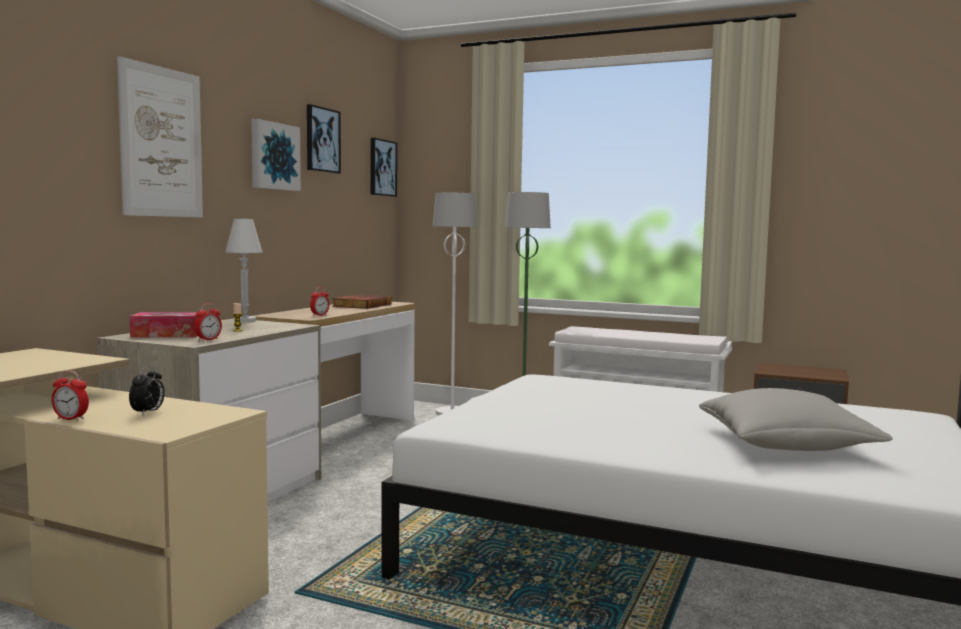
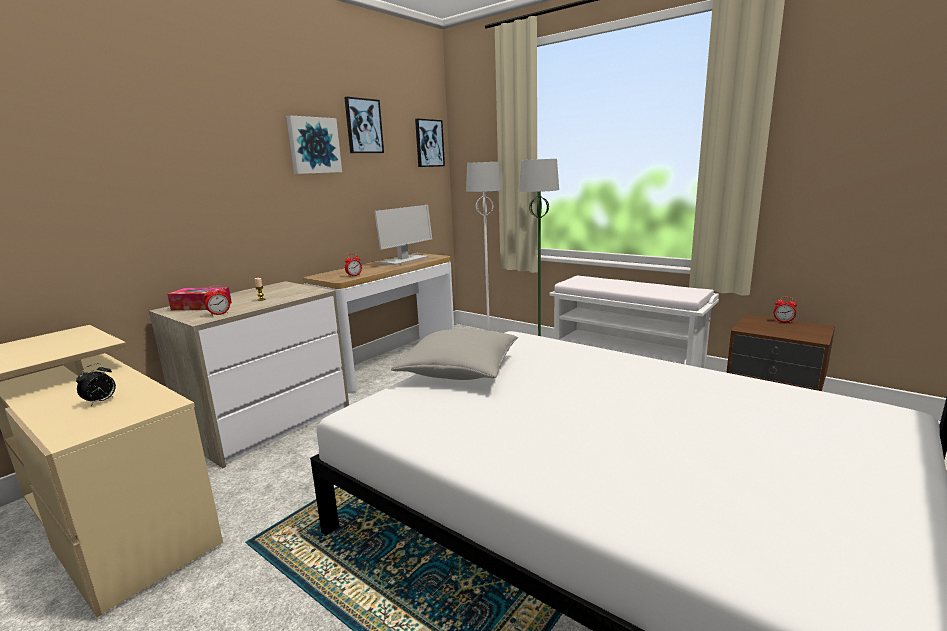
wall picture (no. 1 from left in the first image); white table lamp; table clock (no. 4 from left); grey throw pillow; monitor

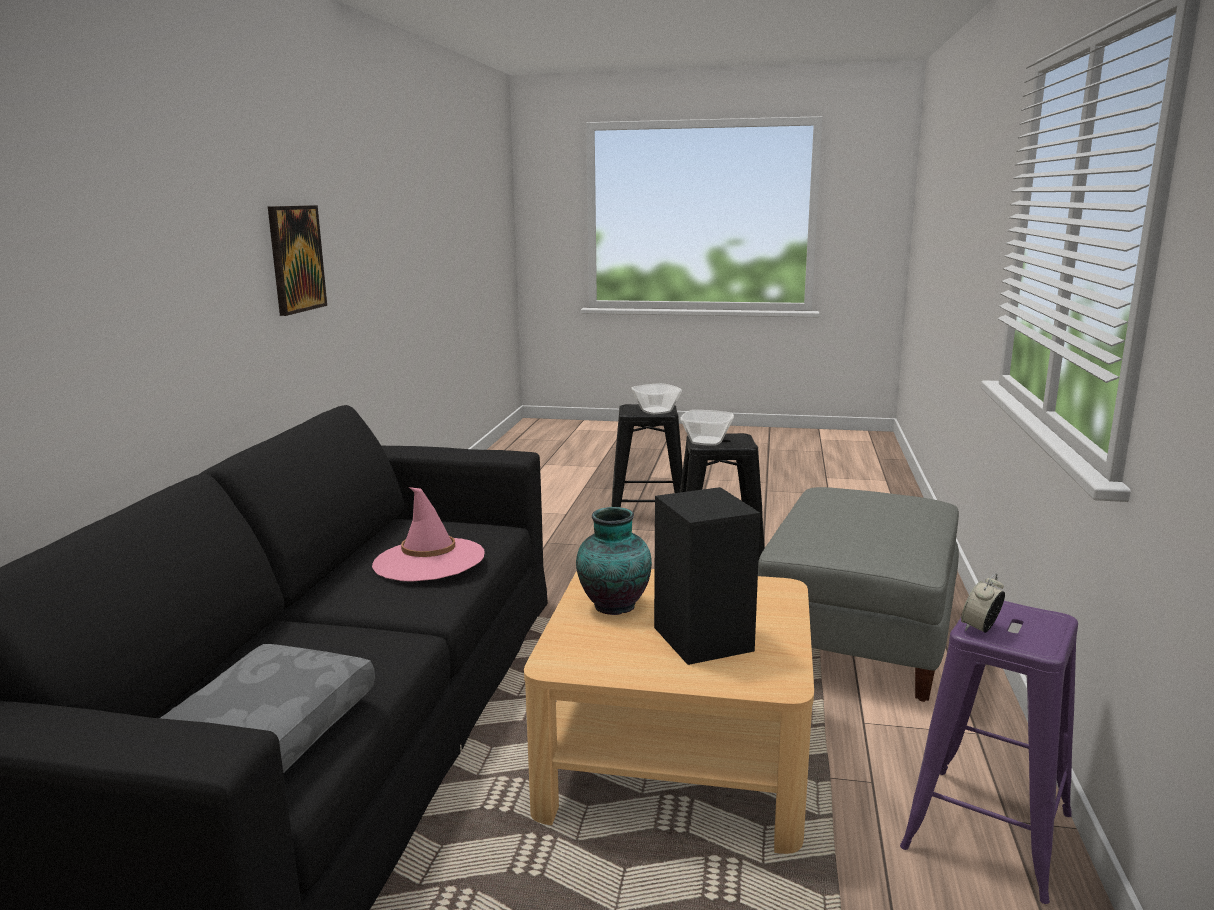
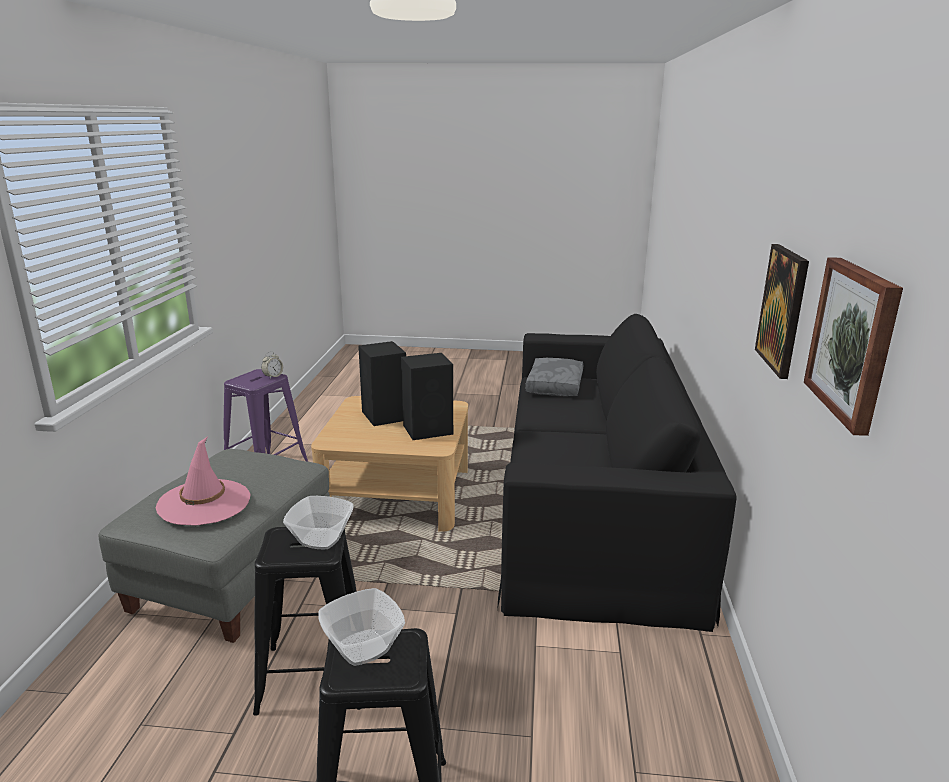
wall picture (no. 2 from left); pinkish clothing hat; black-coloured audio speaker (no. 2 from left)

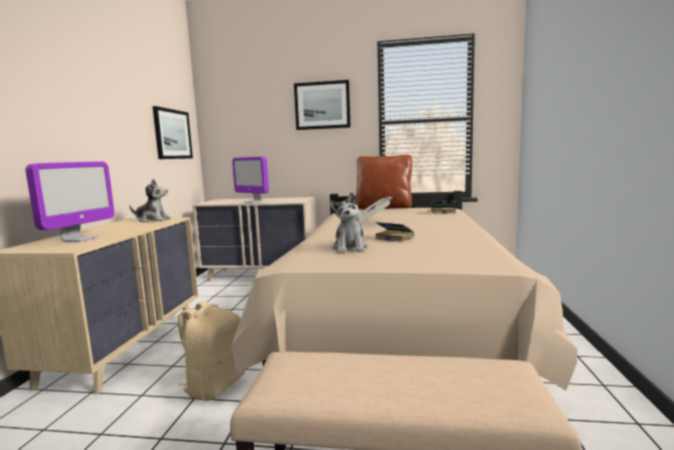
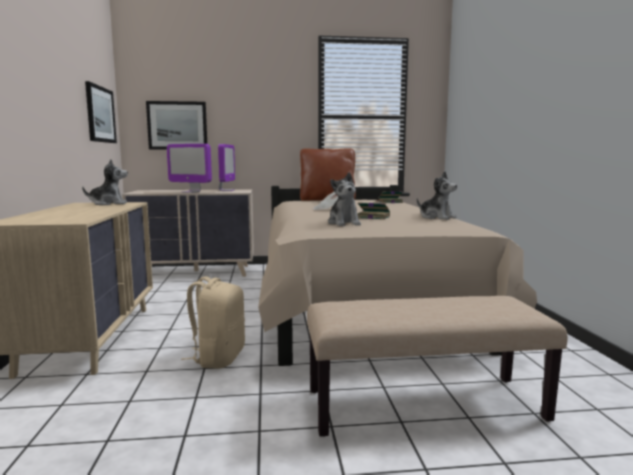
cuddly toy (no. 3 from left); monitor (no. 2 from left); wall picture (no. 2 from left)

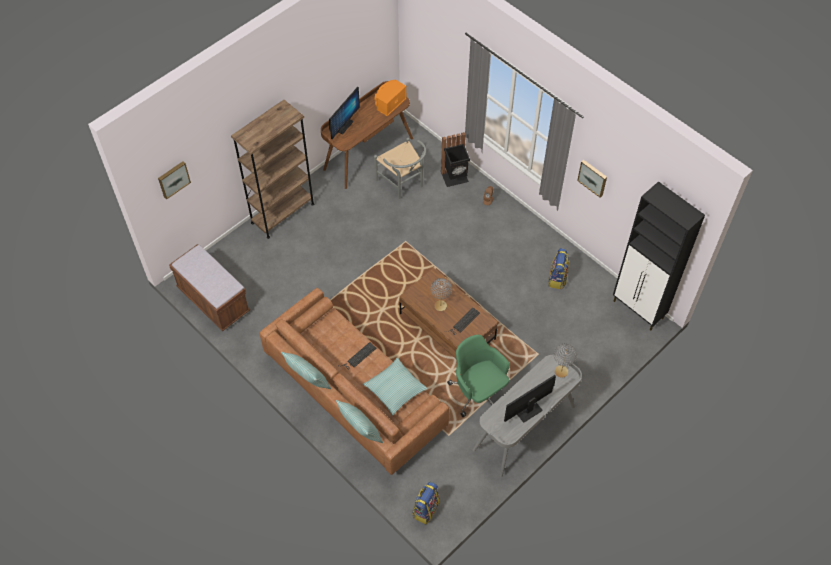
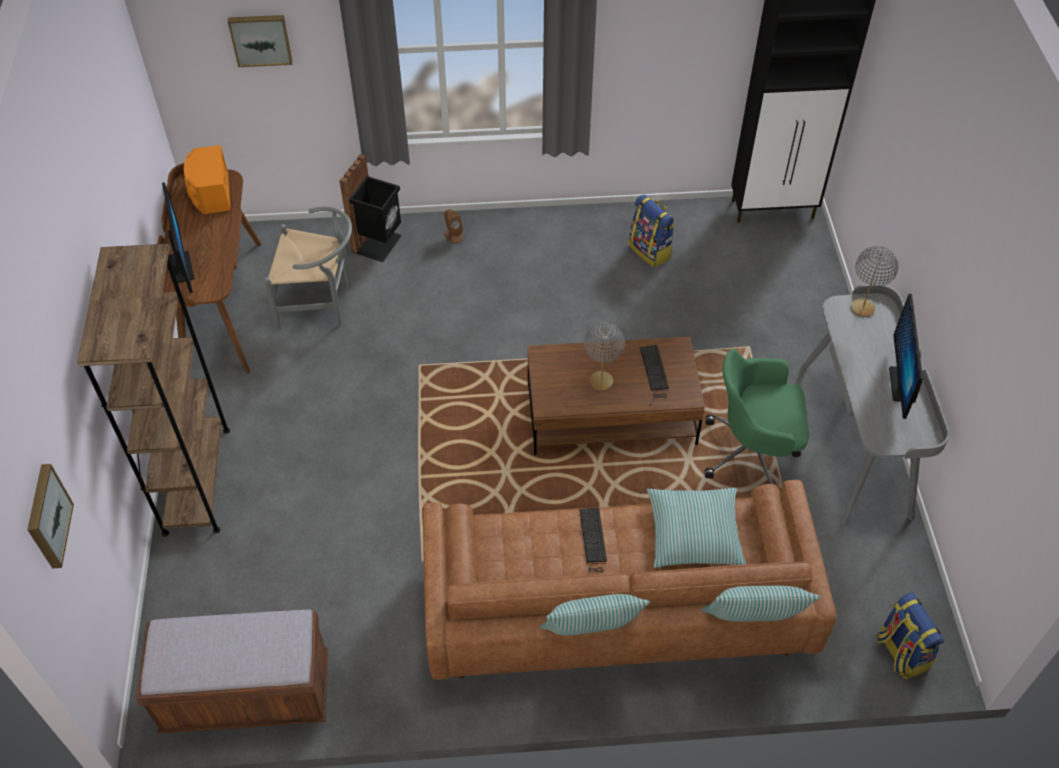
wall picture (no. 2 from left)

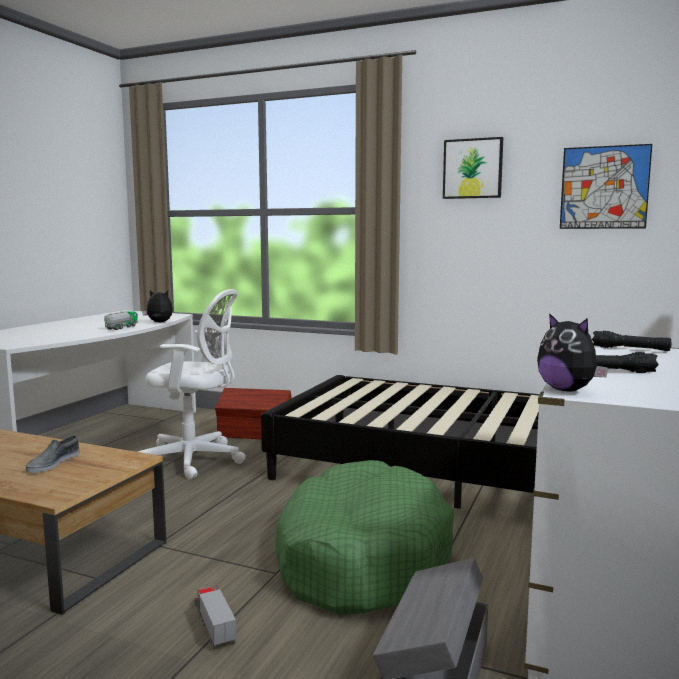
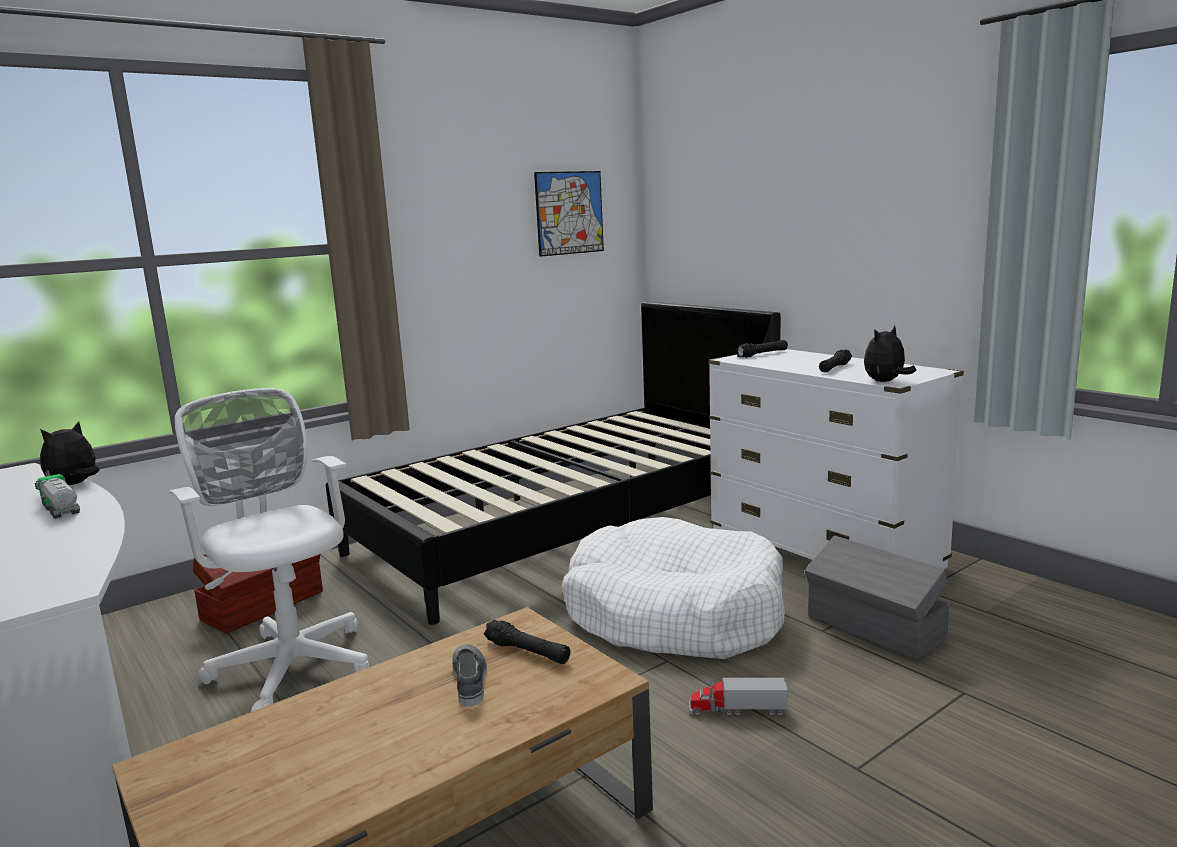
wall picture (no. 1 from left in the first image); black-coloured torch (no. 1 from left); white dog cushion; grey low shoe; white desk chair; cuddly toy (no. 2 from left)

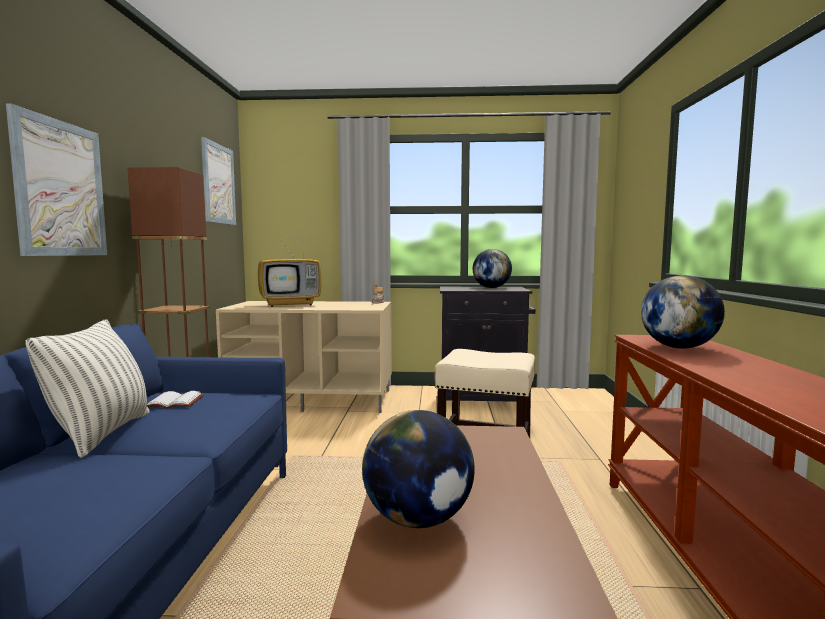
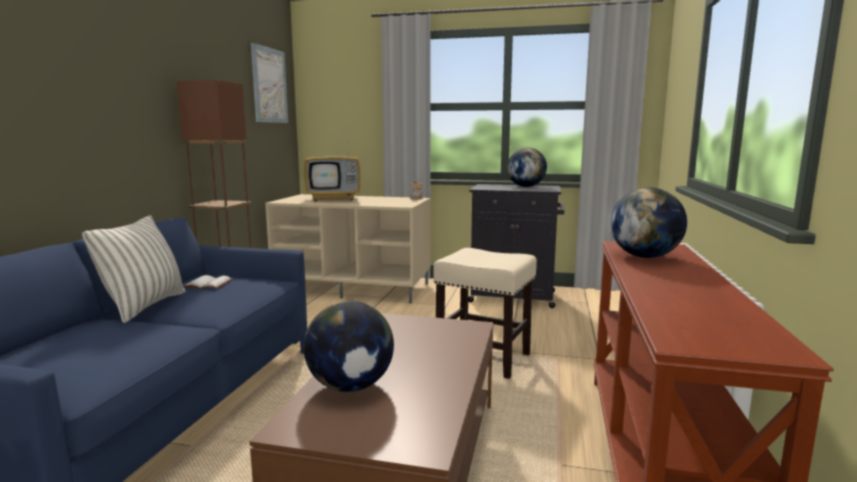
wall picture (no. 1 from left in the first image)

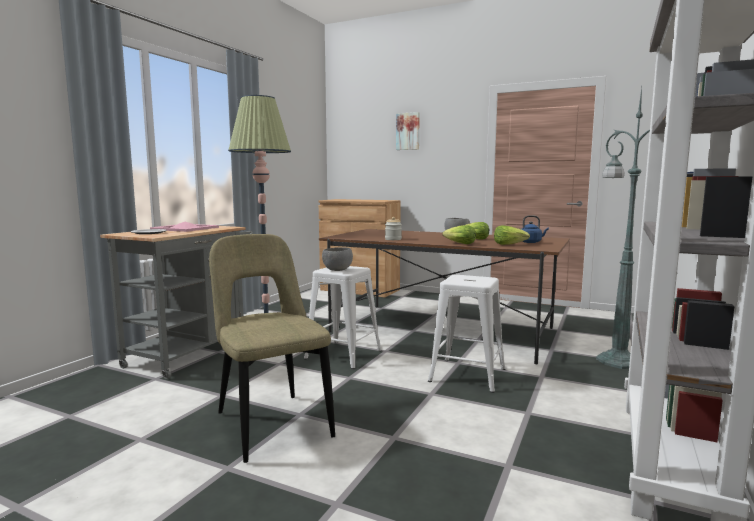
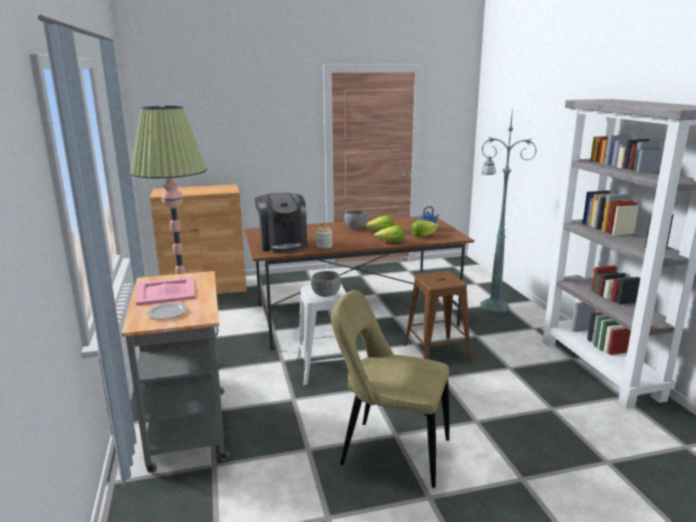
wall picture; coffee machine; brownish stool

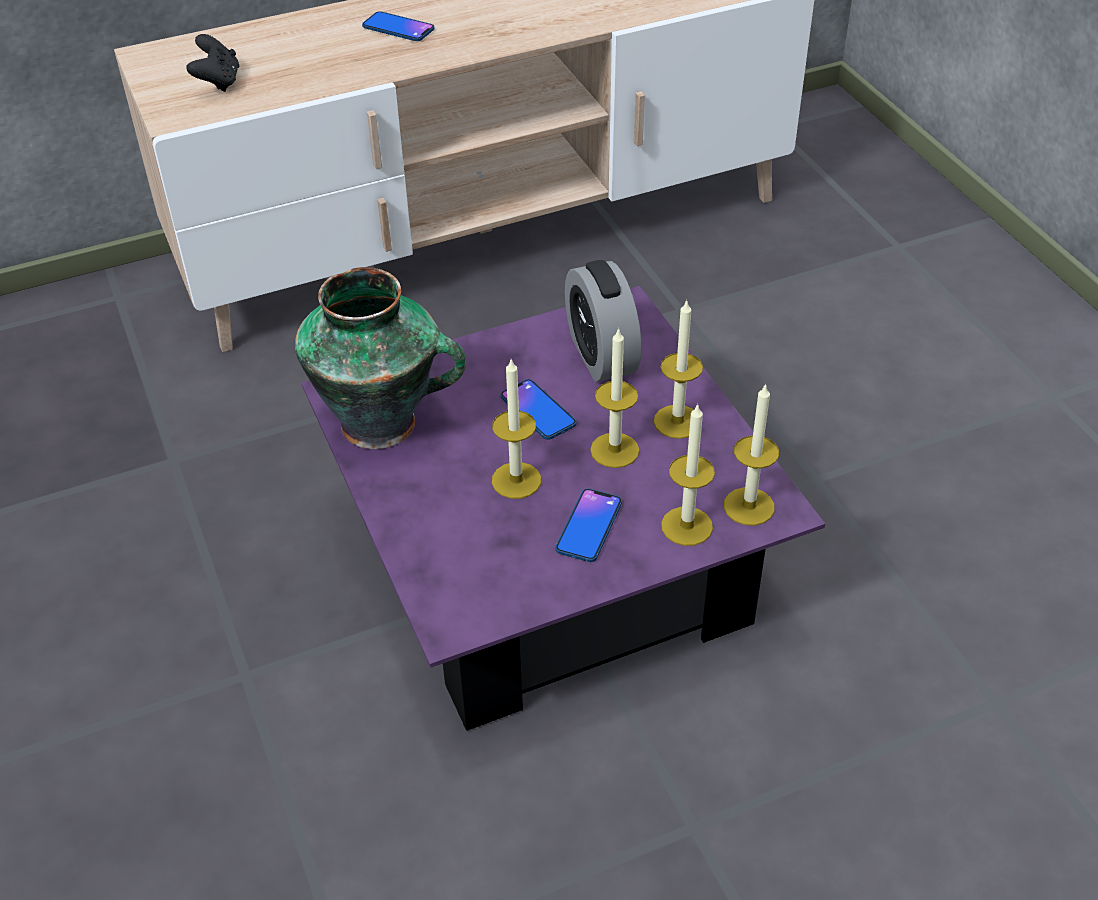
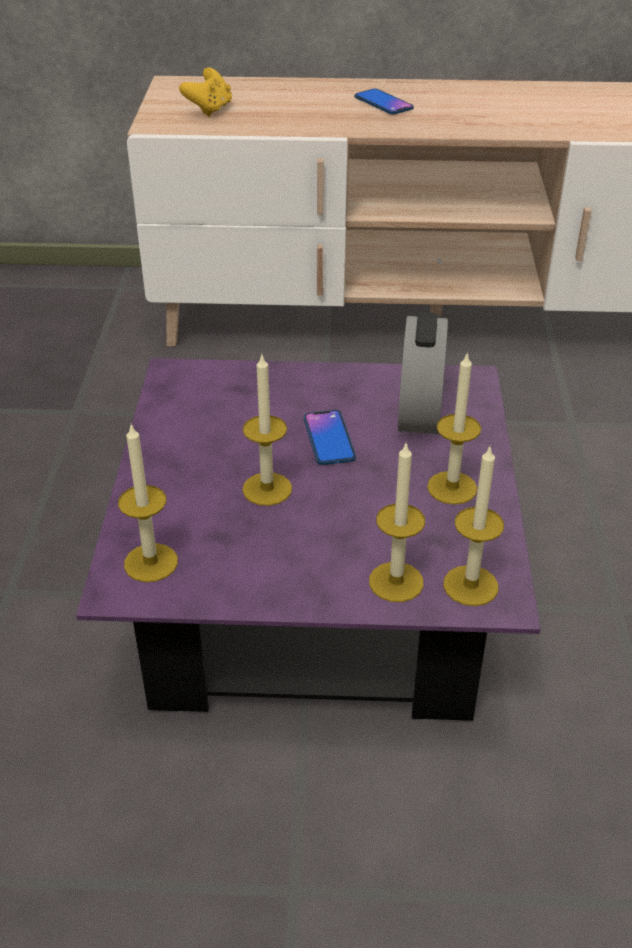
vase; handset (no. 3 from left in the first image); wax candle (no. 1 from left); yellow gamepad

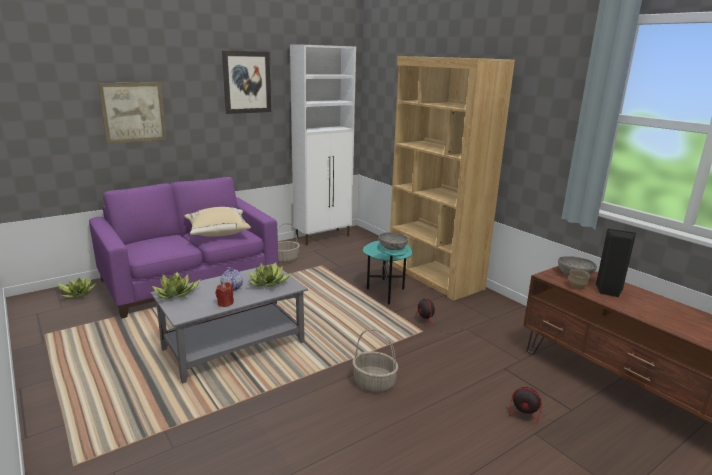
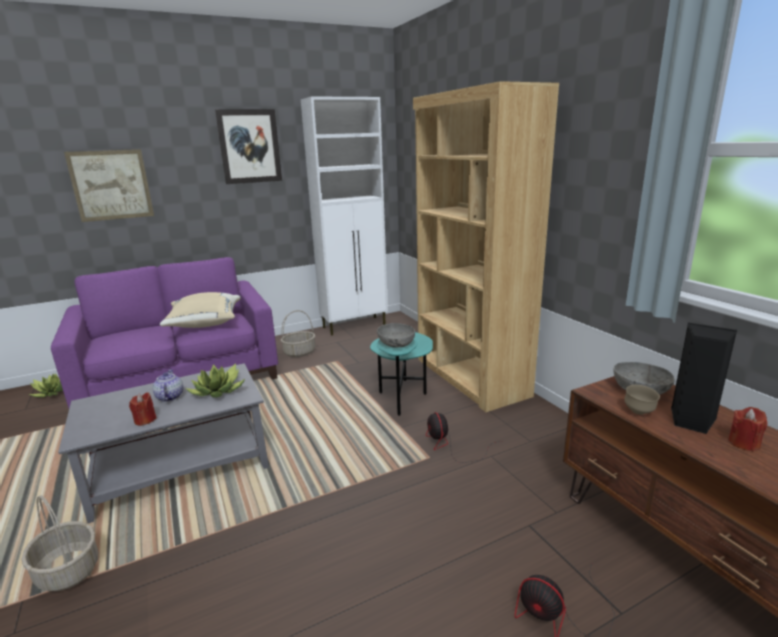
plant in a pot (no. 2 from left in the first image); red-coloured wax candle (no. 2 from left); basket (no. 1 from left)

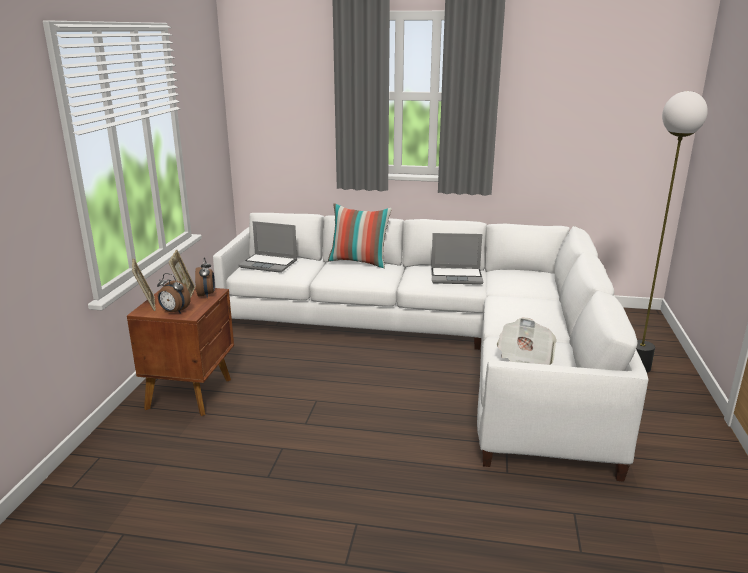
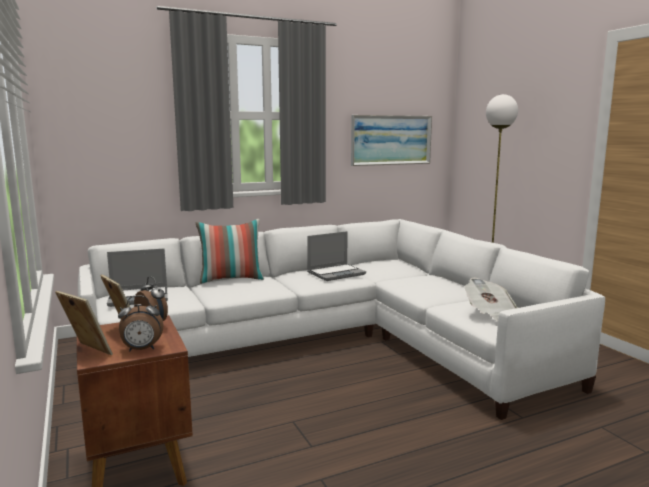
wall picture

